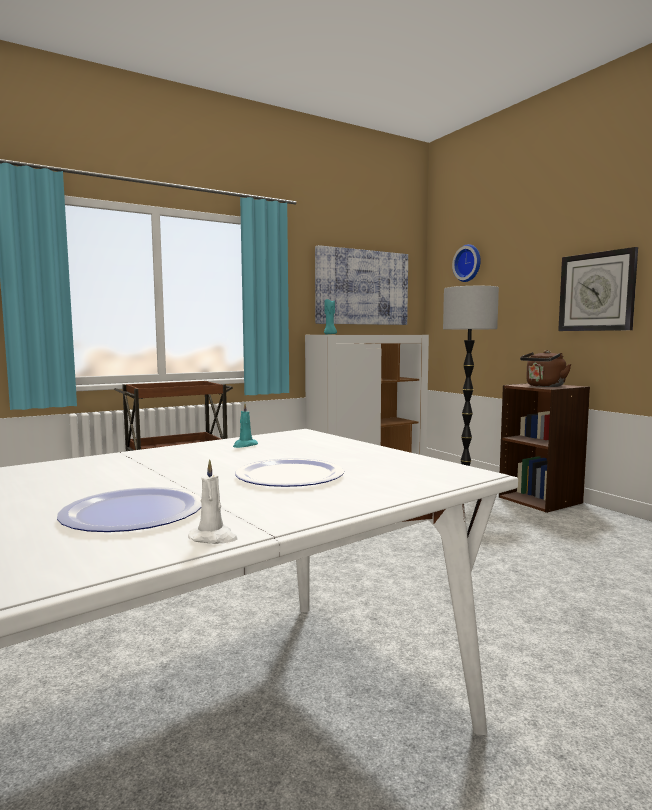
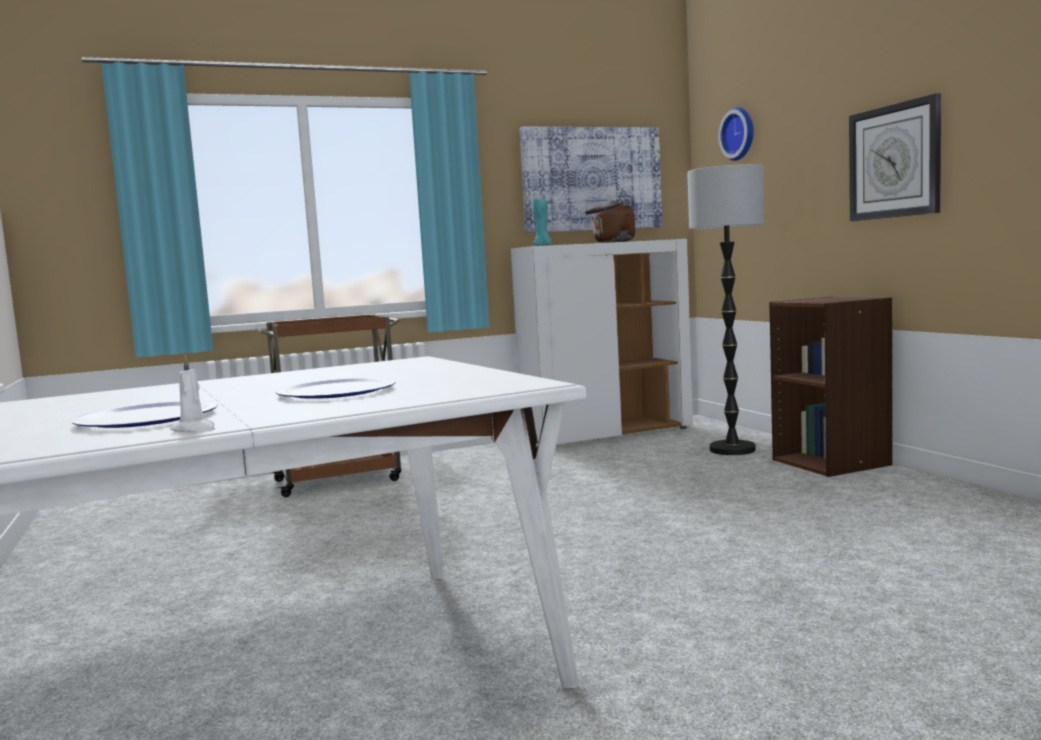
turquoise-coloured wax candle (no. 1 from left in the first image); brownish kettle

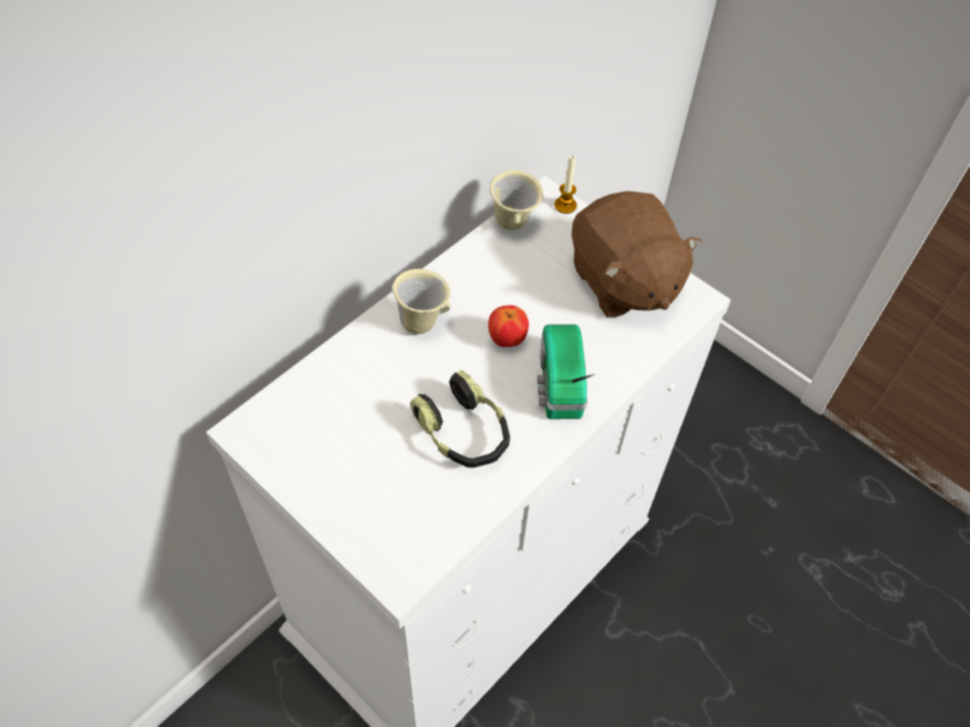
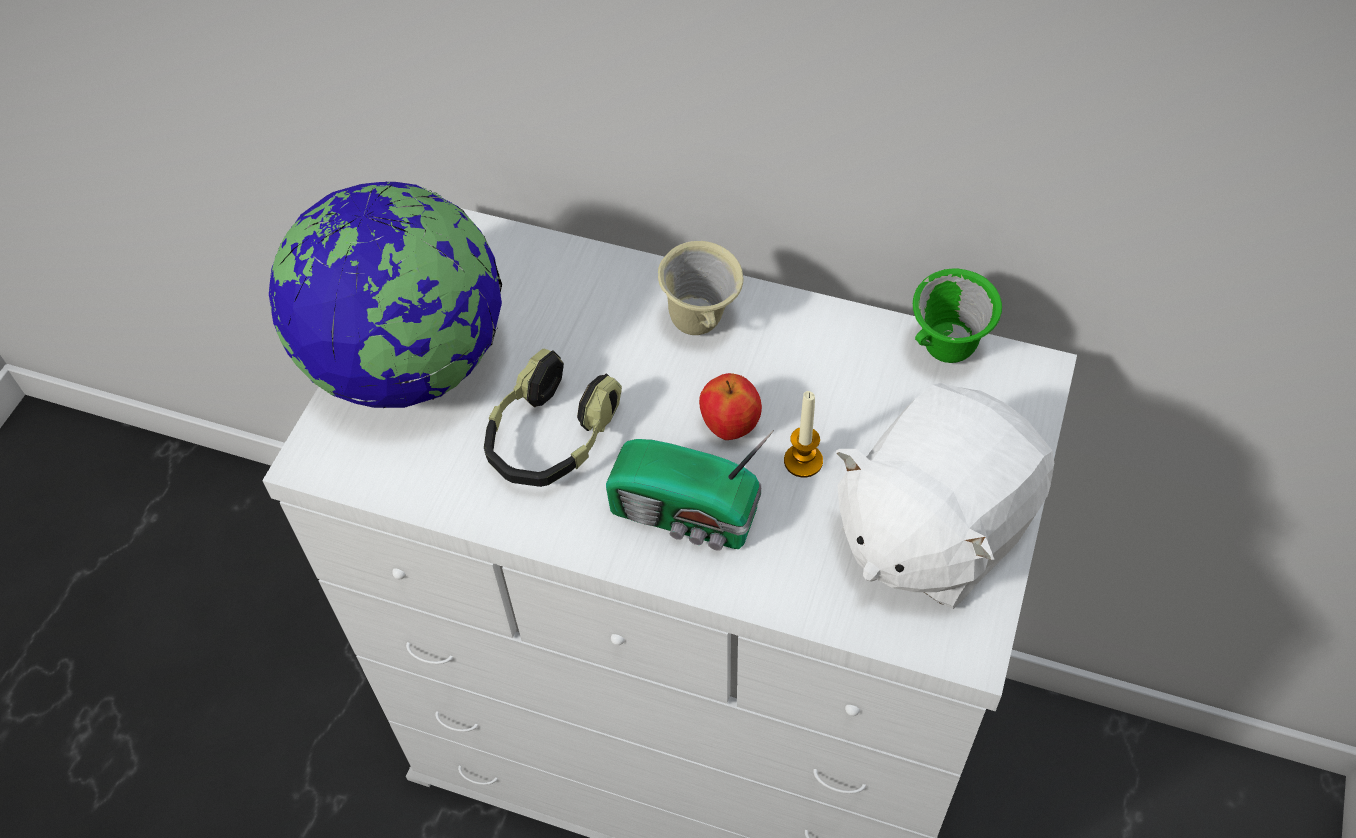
world globe; wax candle; greenish mug; white cuddly toy; radio set

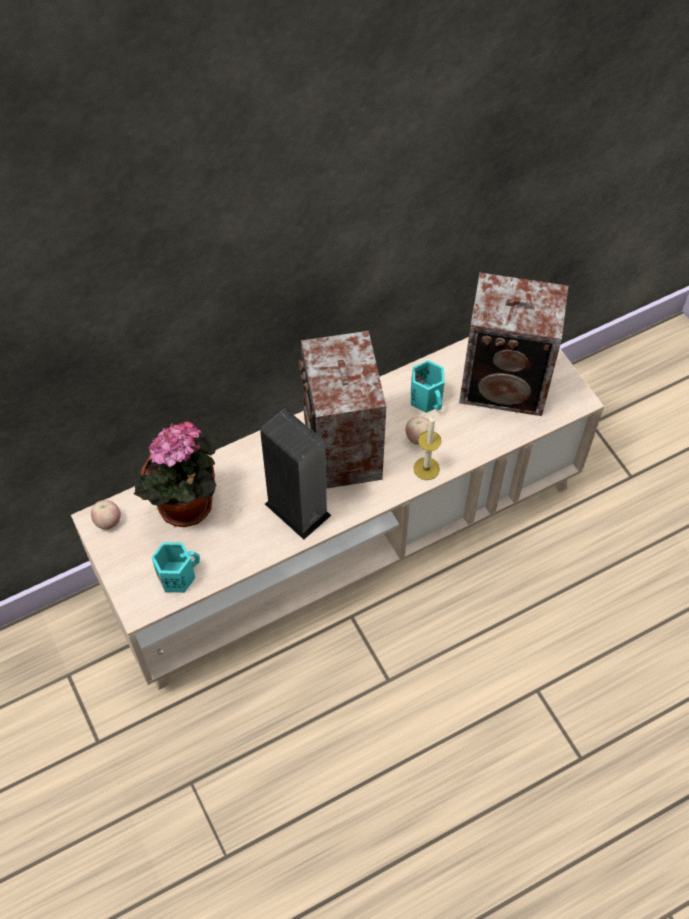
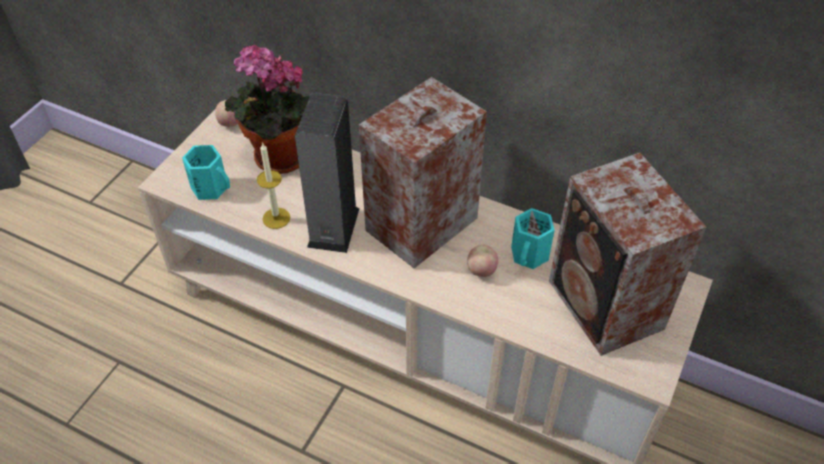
wax candle

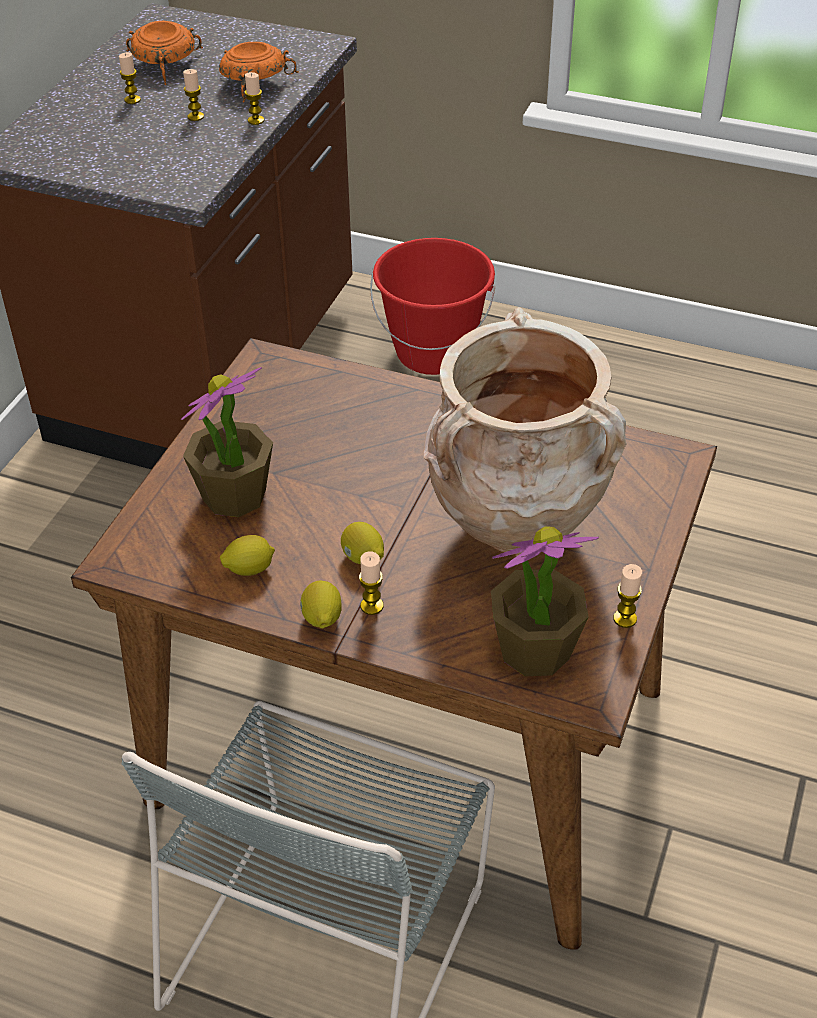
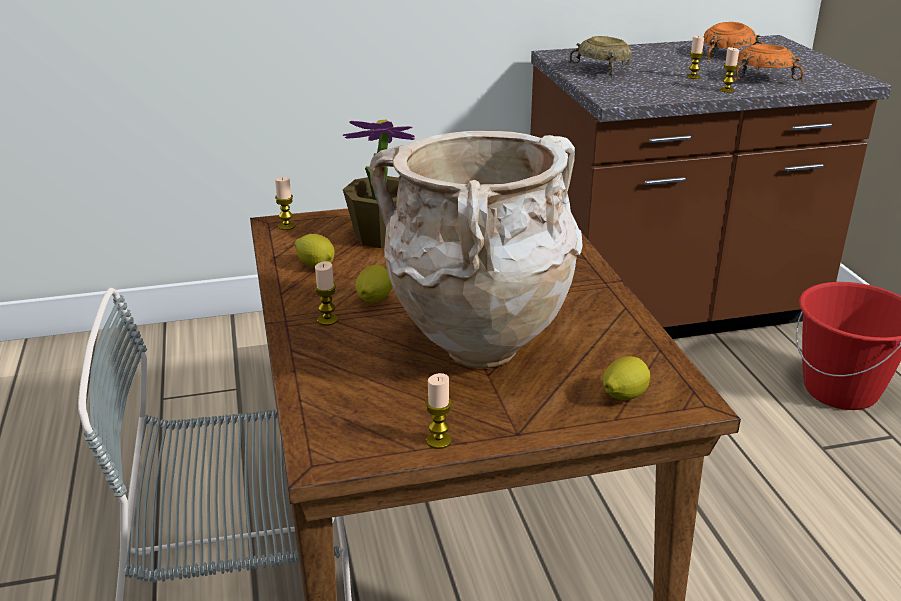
plant in a pot (no. 2 from left in the first image); sand-coloured serving bowl; wax candle (no. 1 from left); lemon (no. 3 from left)

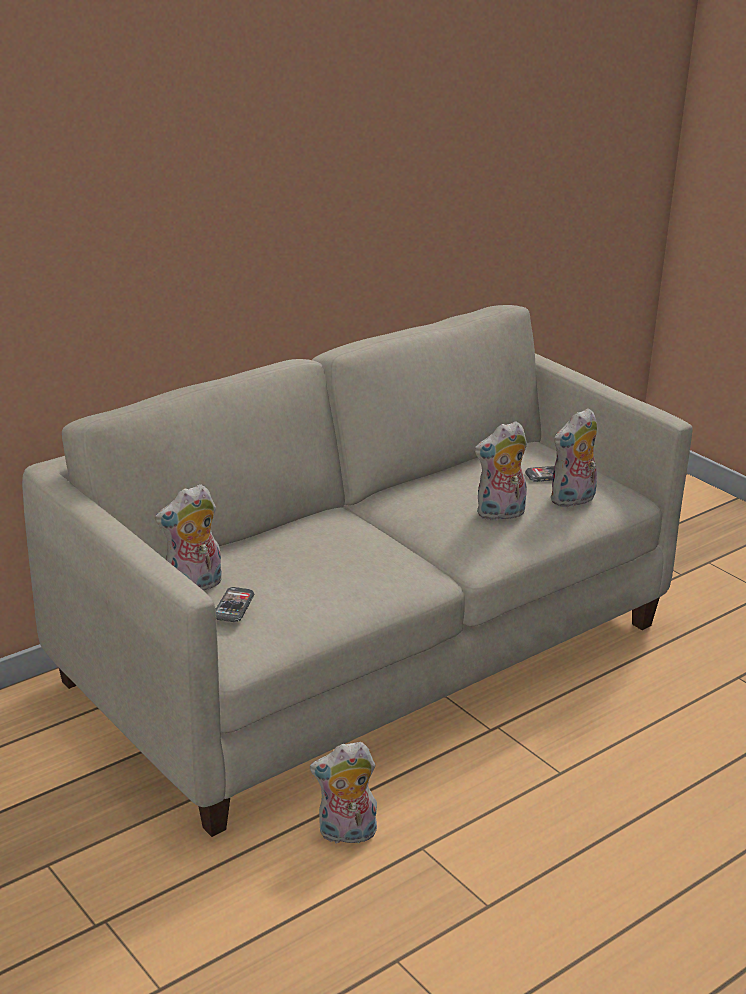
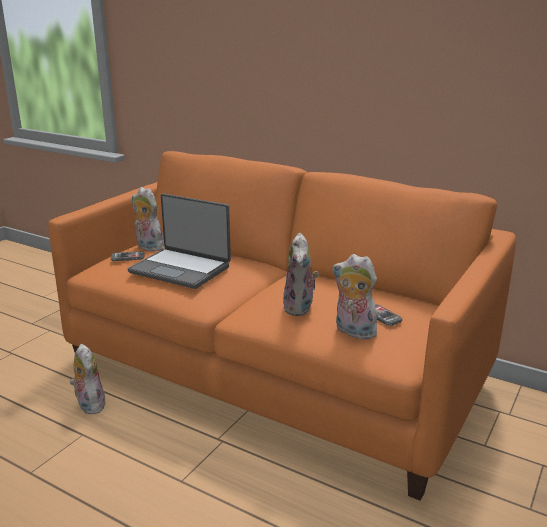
portable computer; orange settee; cuddly toy (no. 3 from left)

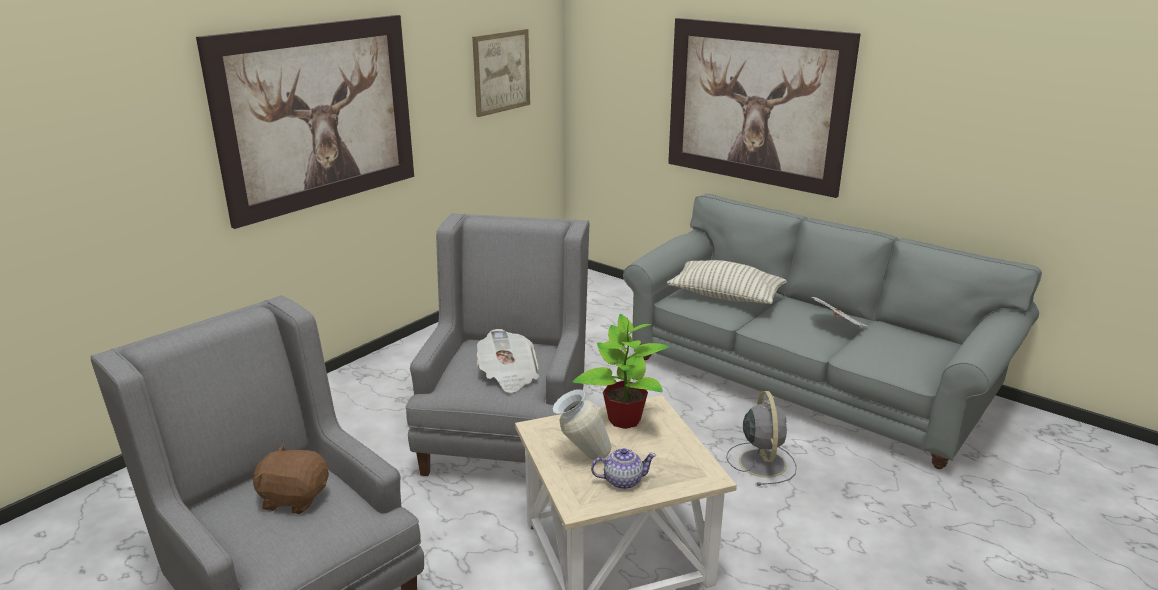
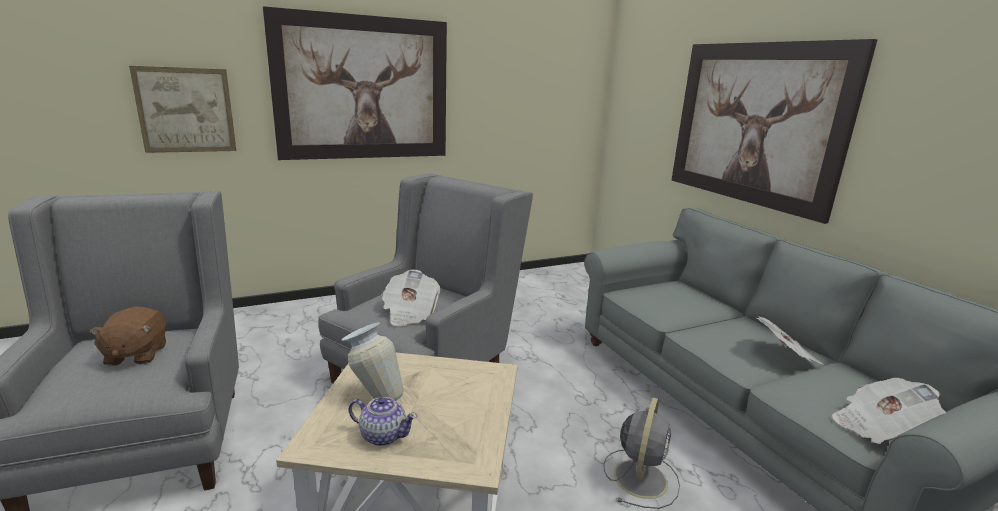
plant in a pot; throw pillow; daily paper (no. 3 from left); wall picture (no. 1 from left); brownish cuddly toy

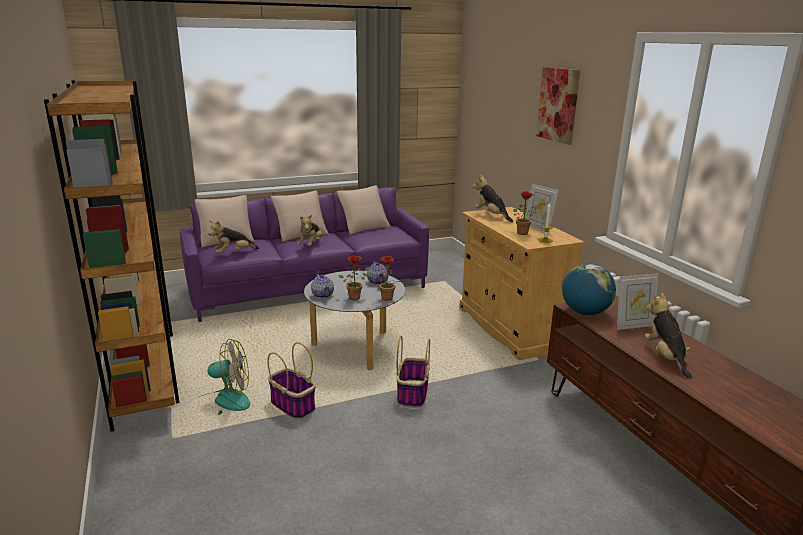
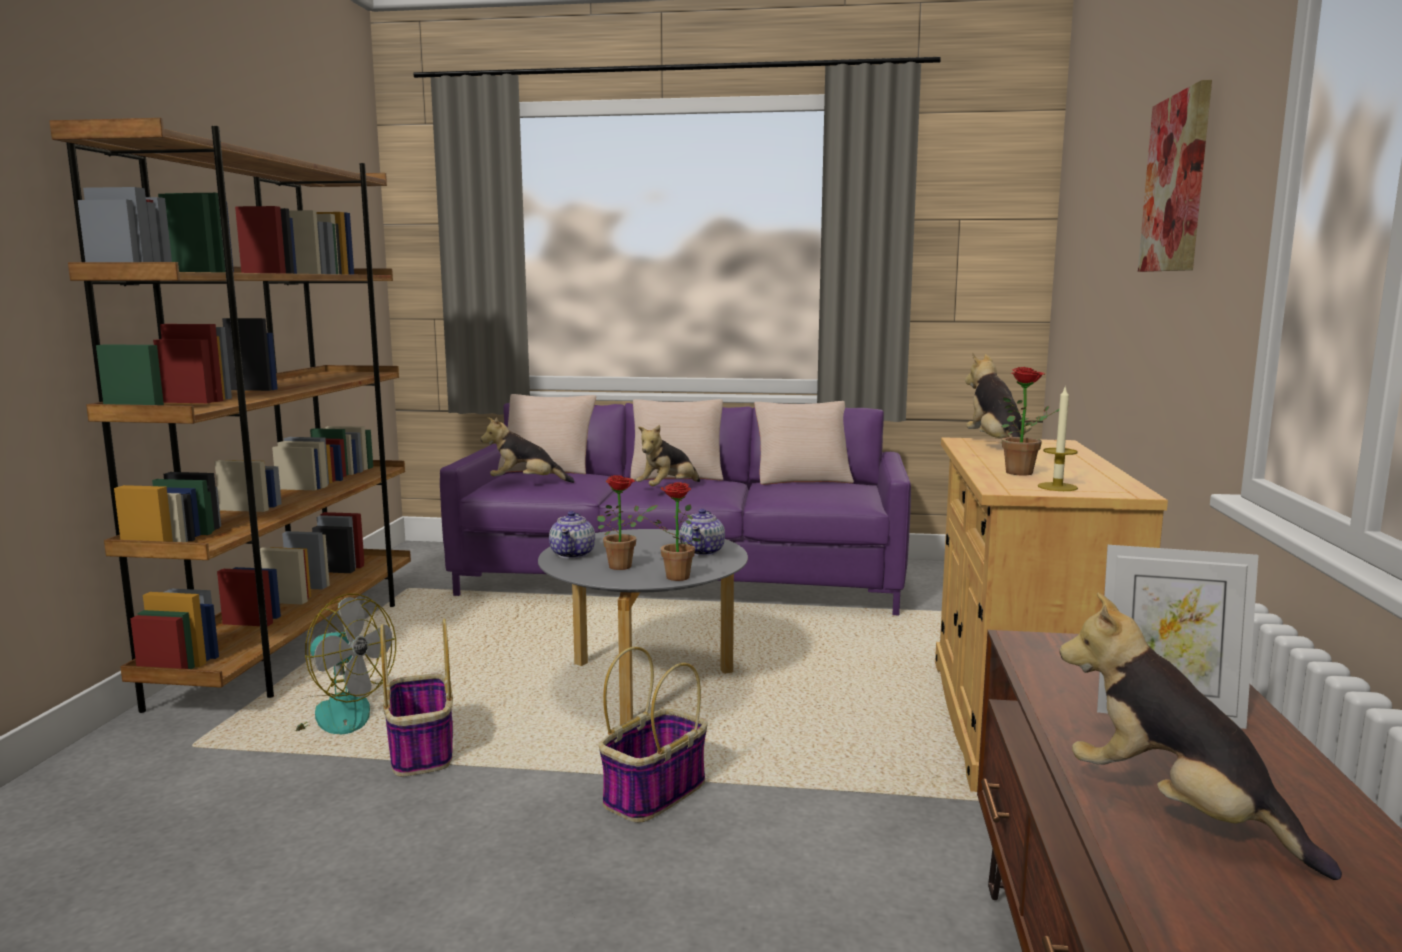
picture frame (no. 1 from left in the first image); world globe; cuddly toy (no. 4 from left)

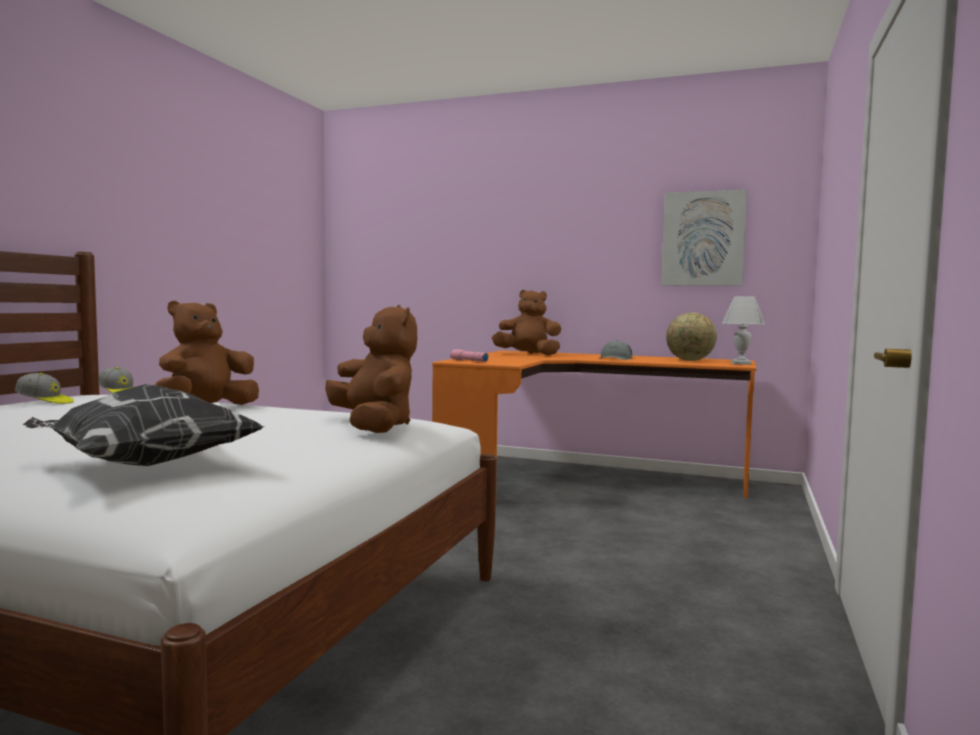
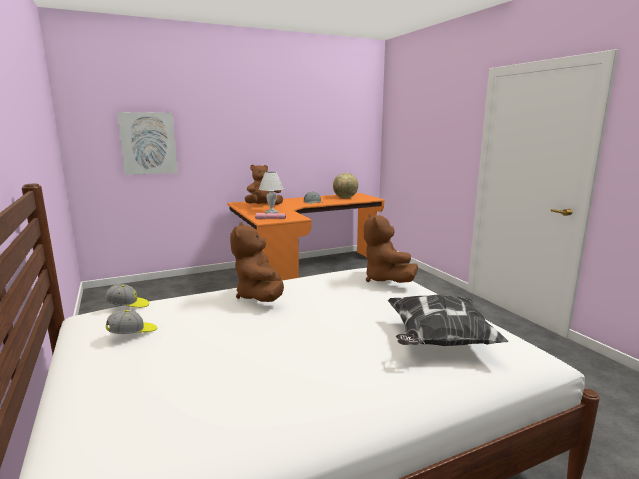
wall picture; white table lamp; brownish cuddly toy (no. 3 from left)

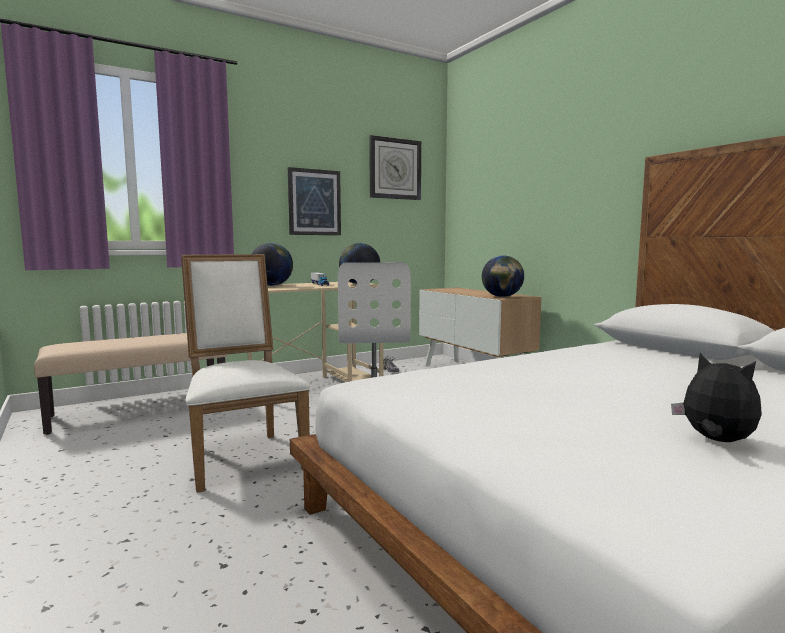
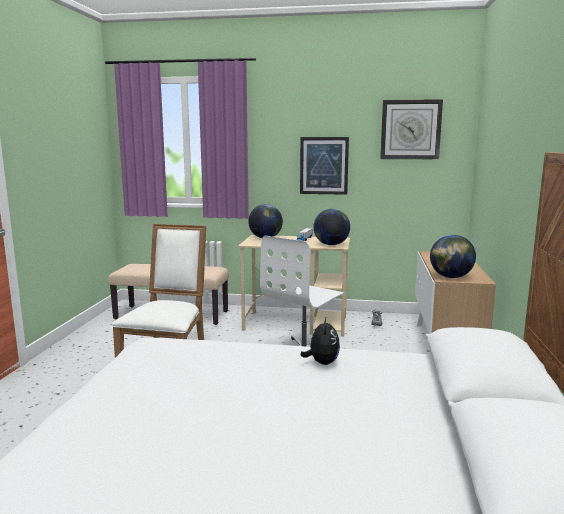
cuddly toy

